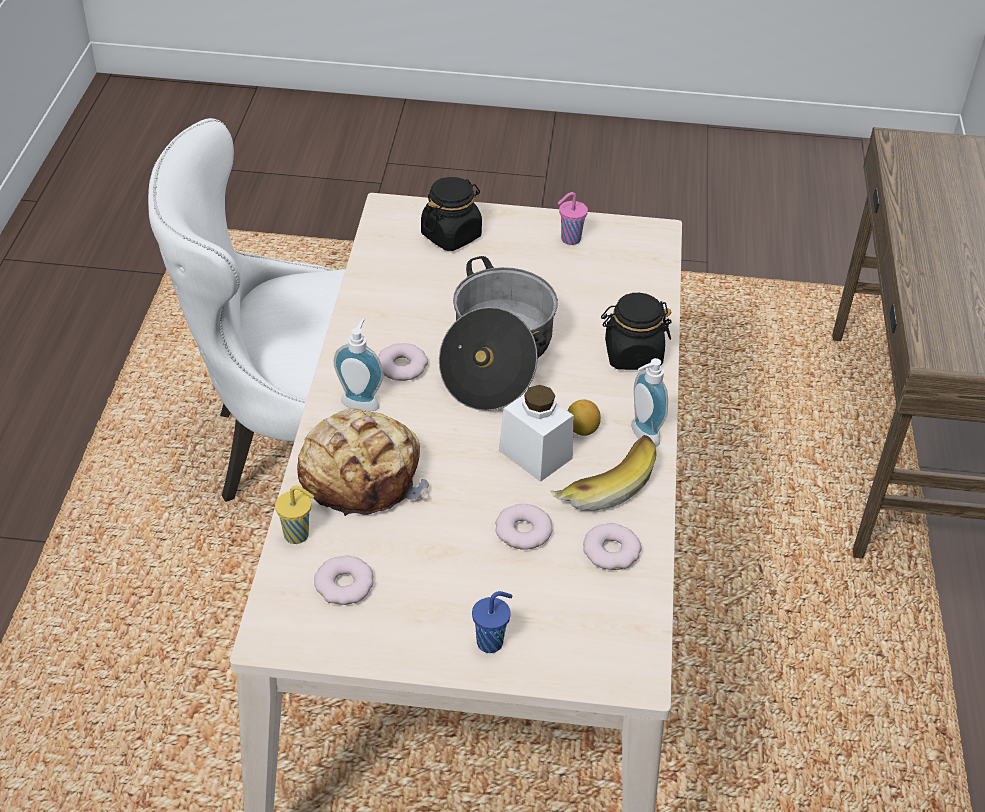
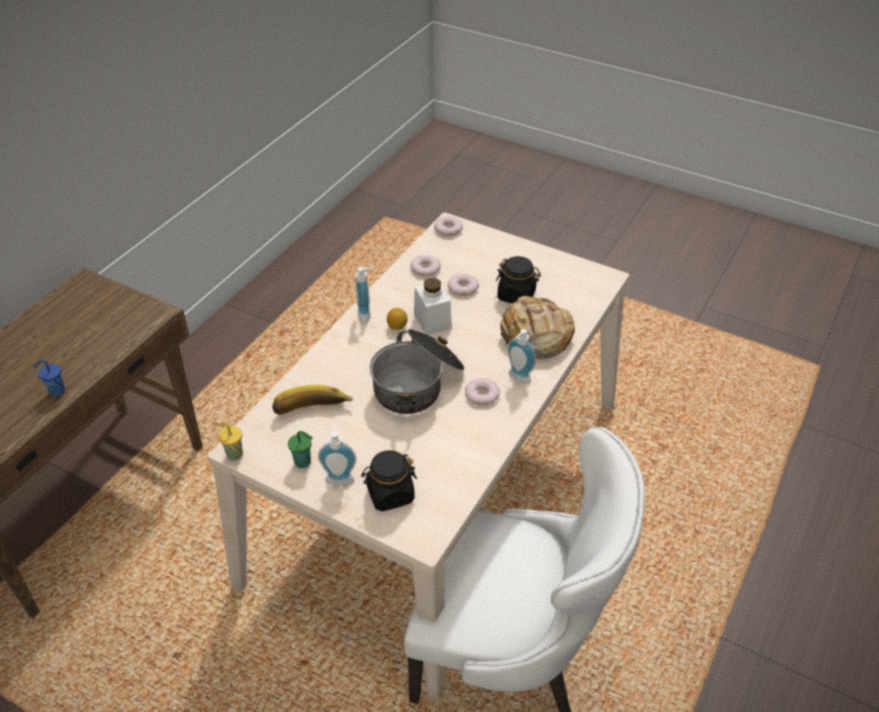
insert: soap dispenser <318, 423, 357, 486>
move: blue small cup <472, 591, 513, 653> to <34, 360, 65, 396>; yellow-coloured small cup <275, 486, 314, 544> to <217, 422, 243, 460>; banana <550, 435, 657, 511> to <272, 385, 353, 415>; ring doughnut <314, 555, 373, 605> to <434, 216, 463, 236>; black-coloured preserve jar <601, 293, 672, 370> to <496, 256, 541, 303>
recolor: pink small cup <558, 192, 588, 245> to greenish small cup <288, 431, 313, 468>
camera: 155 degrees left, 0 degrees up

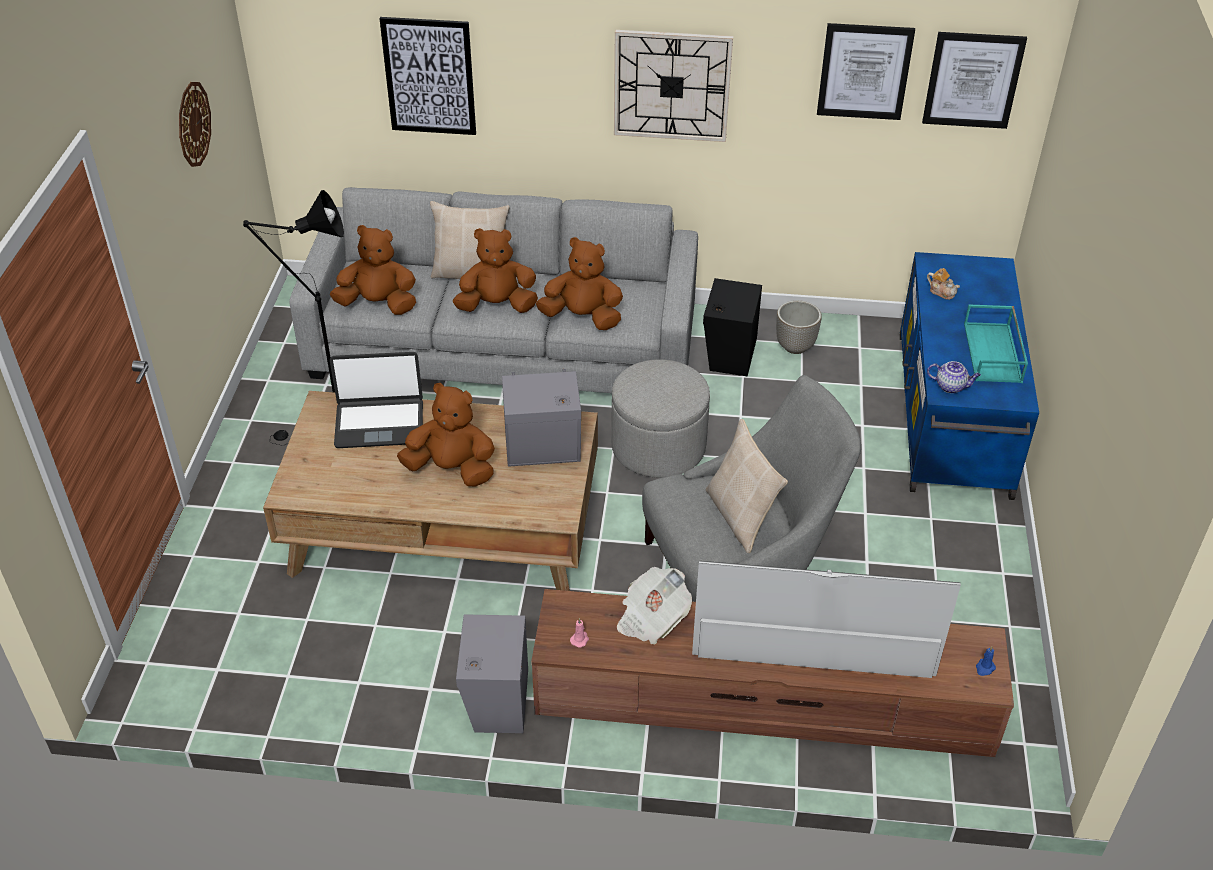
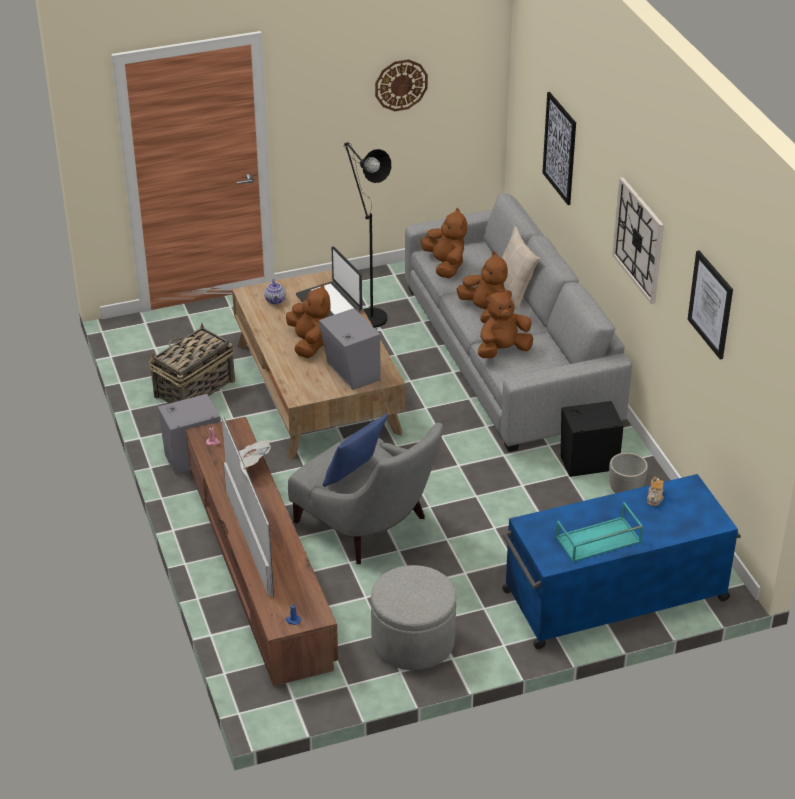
delete: wall picture <922, 32, 1027, 129>
insert: storage basket <149, 323, 235, 403>
move: tea pot <927, 361, 981, 393> to <264, 279, 286, 305>; grey ottoman <611, 359, 710, 478> to <371, 565, 456, 670>
recolor: sand-coloured cushion <706, 419, 788, 553> to blue cushion <323, 414, 388, 487>
rotate: brown soft toy <536, 237, 623, 330> = <478, 290, 533, 358> 105 degrees counterclockwise
camera: 65 degrees right, 5 degrees down

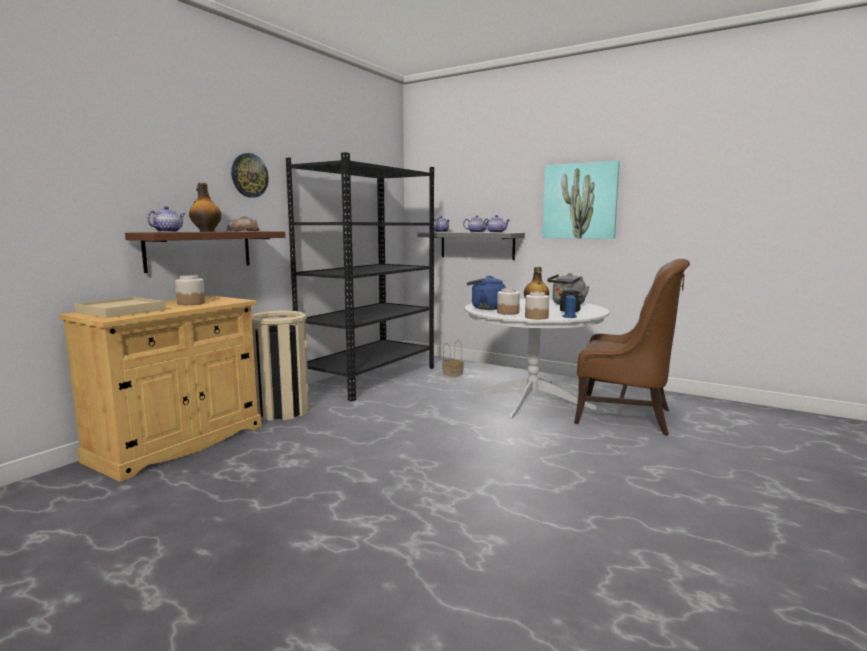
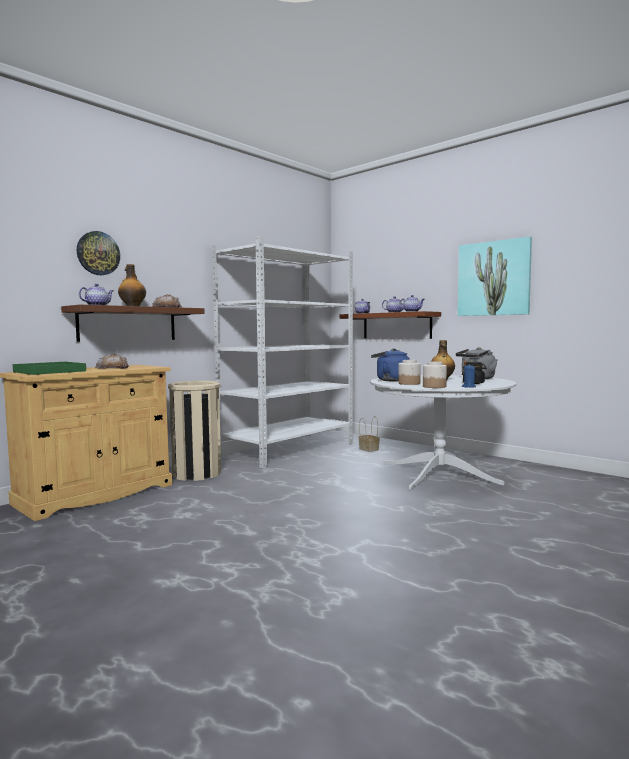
delete: brown upright chair <574, 259, 690, 436>
move: hanging clock <231, 153, 269, 198> to <77, 231, 120, 275>
replace: preserve jar <175, 275, 205, 305> to baked bread <95, 354, 129, 369>
recolor: sand-coloured serving tray <74, 297, 166, 318> to greenish serving tray <12, 362, 86, 375>; black-coloured bookcase <286, 152, 434, 401> to white-coloured bookcase <212, 236, 353, 468>; grey shelf <418, 232, 525, 260> to brown shelf <340, 311, 441, 339>
camera: 10 degrees right, 5 degrees down

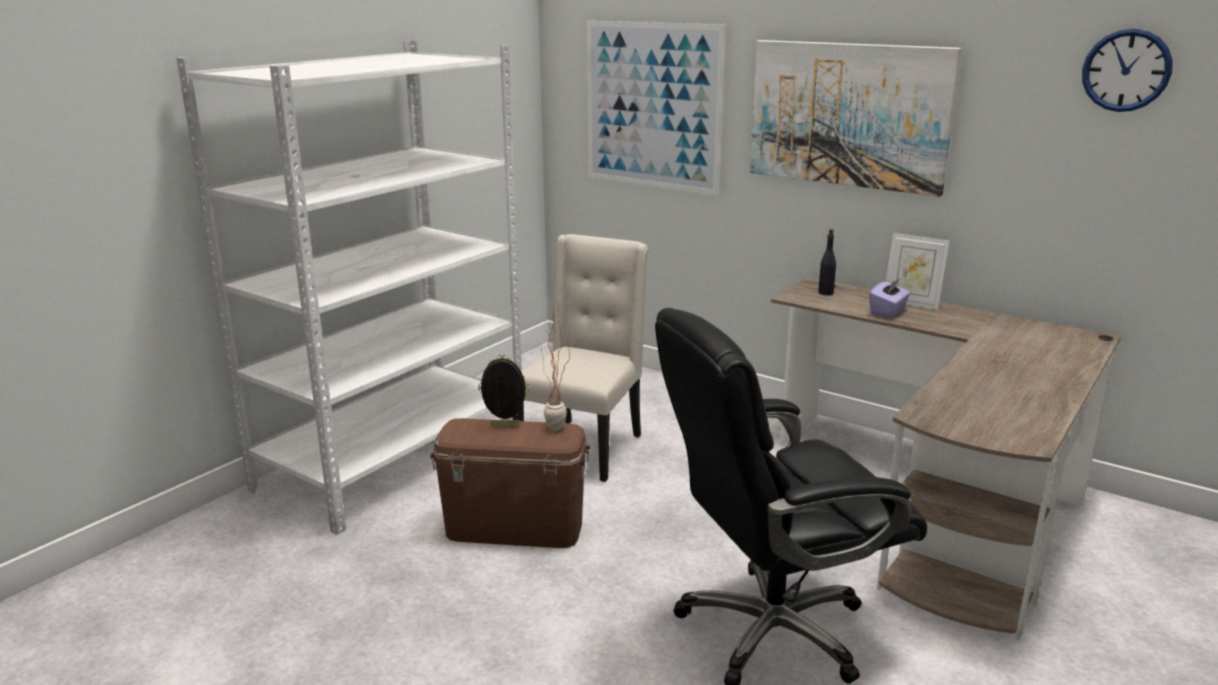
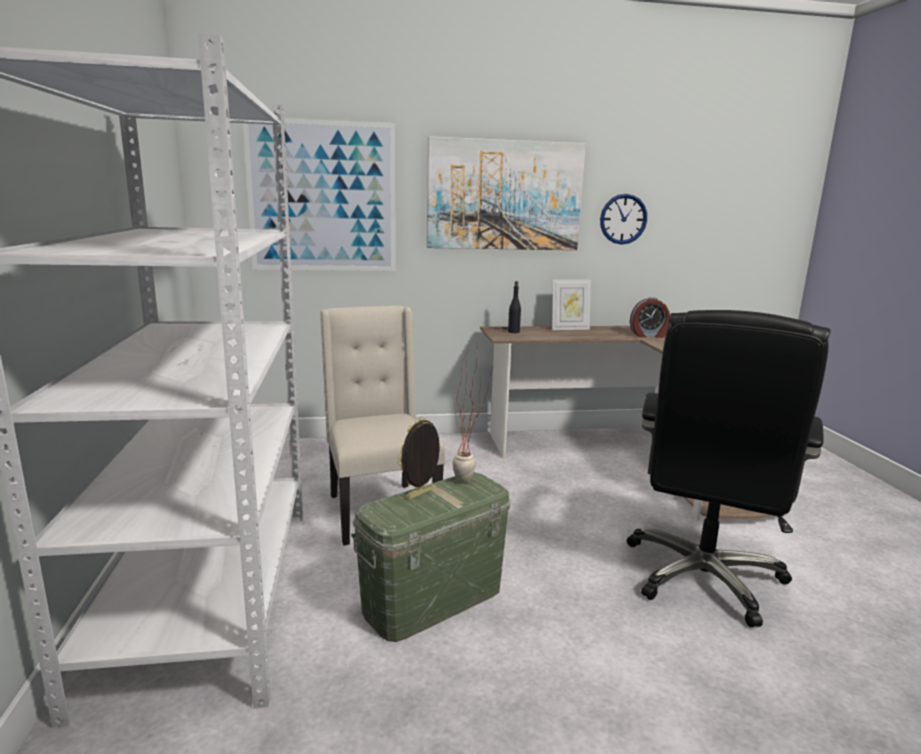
delete: purplish tissue holder <869, 278, 910, 318>
insert: bedside clock <630, 297, 670, 338>
move: hanging clock <1082, 29, 1173, 112> to <600, 194, 647, 245>
recolor: brown storage container <430, 418, 590, 548> to greenish storage container <351, 472, 510, 642>
camera: 45 degrees left, 5 degrees down

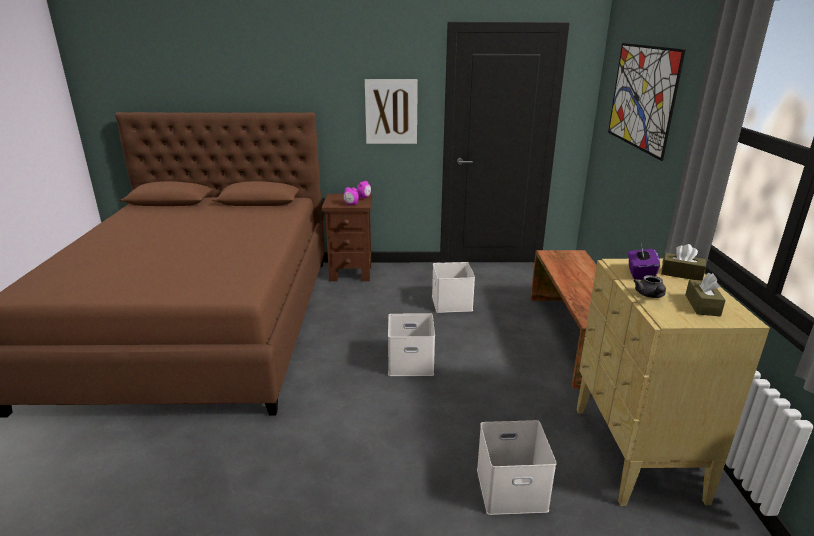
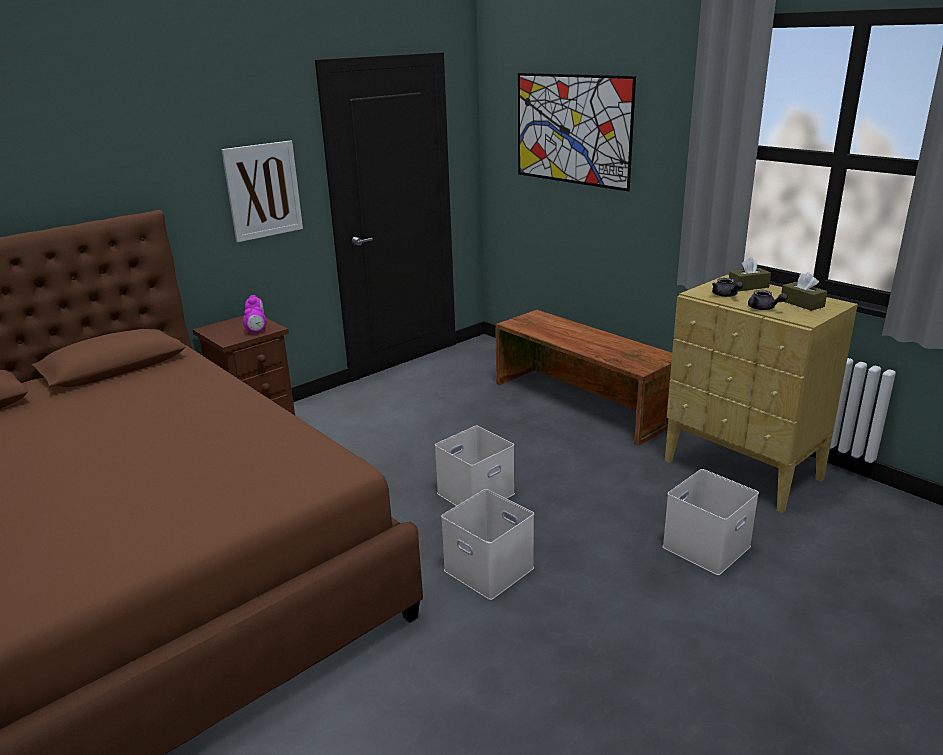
move: white-coloured storage container <432, 262, 475, 313> to <441, 489, 534, 600>
replace: purplish tissue holder <628, 245, 660, 280> to grey tea pot <712, 278, 743, 297>
camera: 40 degrees left, 0 degrees up

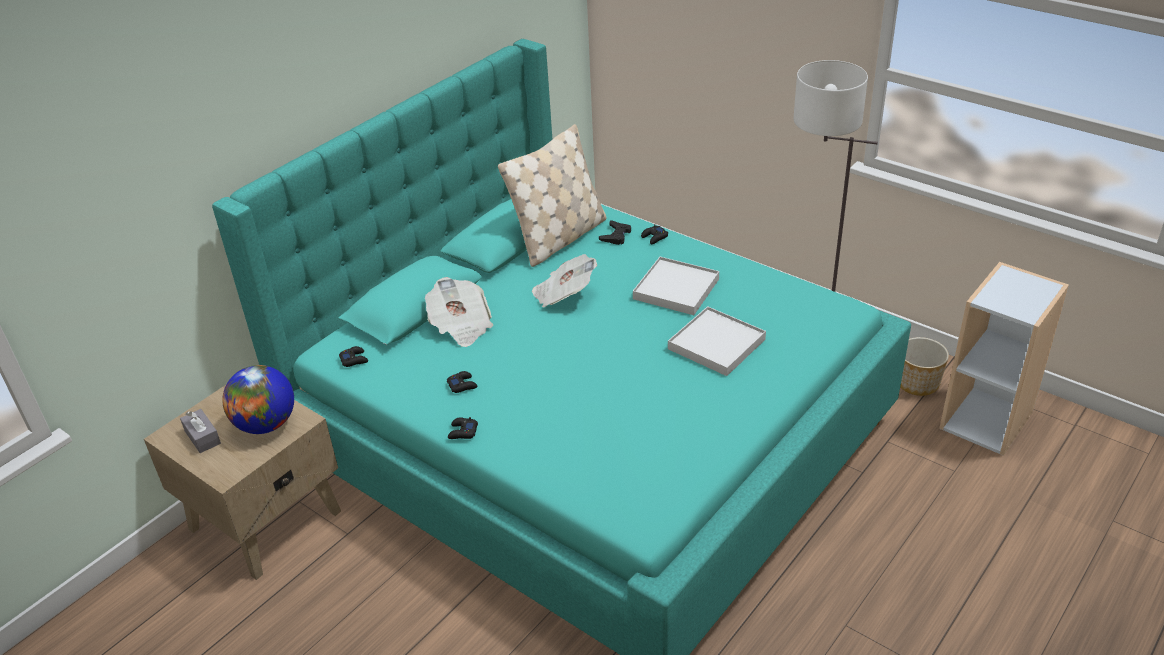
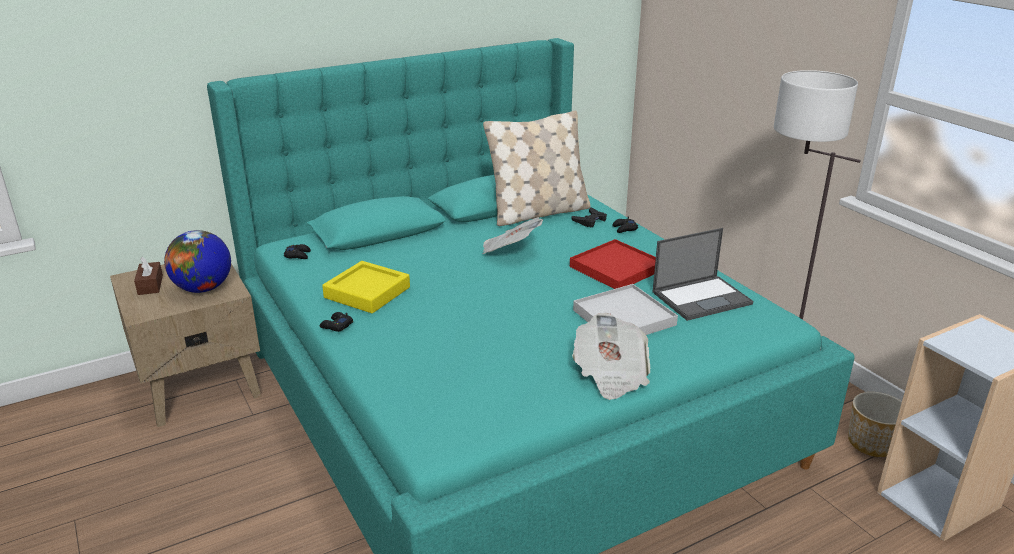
insert: portable computer <652, 228, 753, 321>
move: printed paper <425, 277, 493, 347> to <572, 313, 650, 400>
replace: black-coloured game controller <447, 371, 478, 393> to yellow-coloured serving tray <322, 261, 410, 313>
recolor: grey tissue holder <180, 409, 221, 453> to brown tissue holder <134, 257, 163, 295>; white-coloured serving tray <633, 257, 719, 315> to red-coloured serving tray <570, 239, 656, 289>
camera: 20 degrees right, 10 degrees down

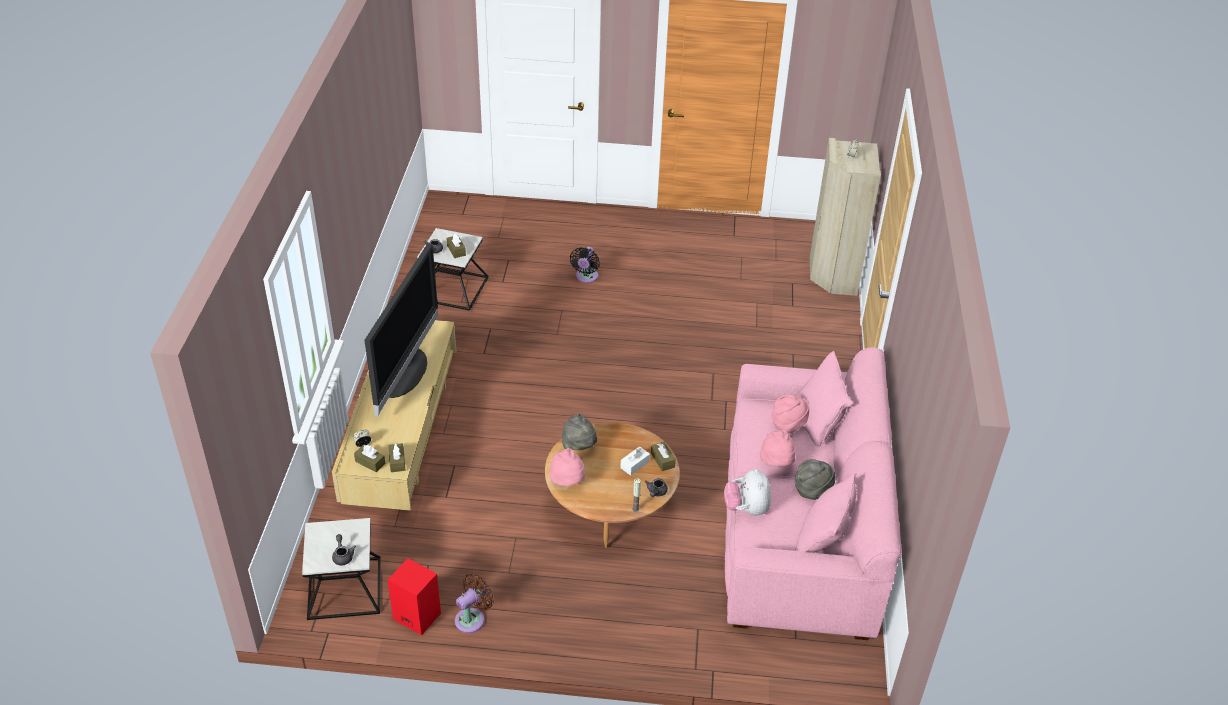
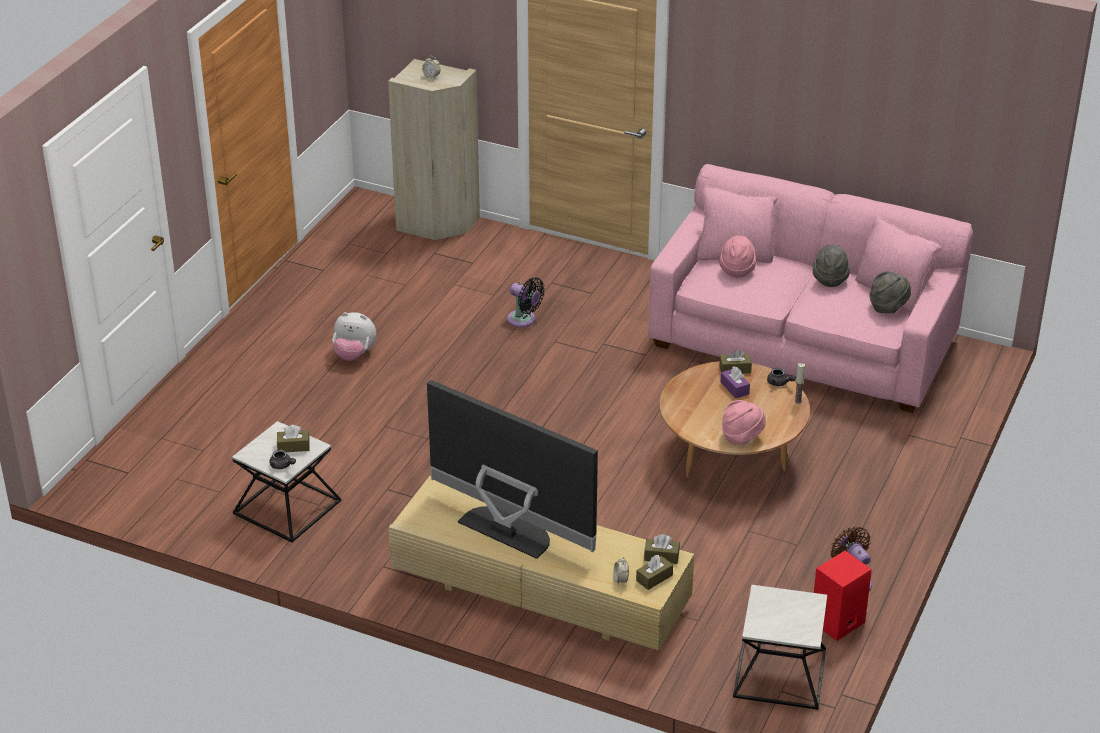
delete: grey tea pot <332, 534, 356, 565>; pink hat <760, 430, 796, 466>
move: soft toy <724, 469, 771, 515> to <332, 312, 376, 361>; black-coloured fan <570, 247, 600, 283> to <507, 278, 545, 327>; grey hat <562, 414, 597, 450> to <869, 271, 911, 313>
recolor: white-coloured tissue holder <620, 446, 650, 476> to purplish tissue holder <720, 366, 750, 398>
camera: 70 degrees left, 5 degrees down

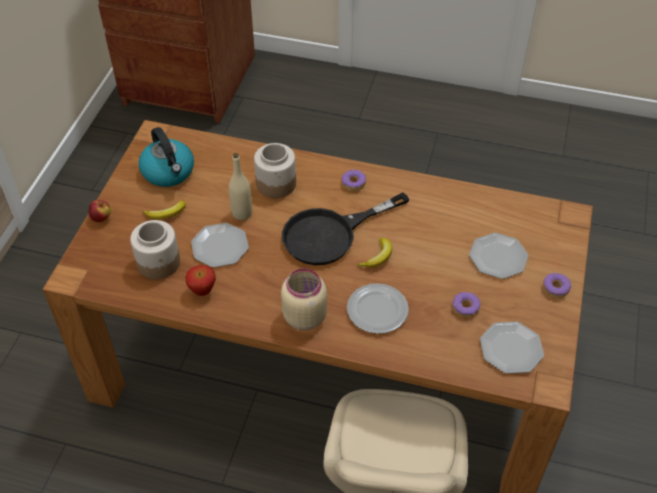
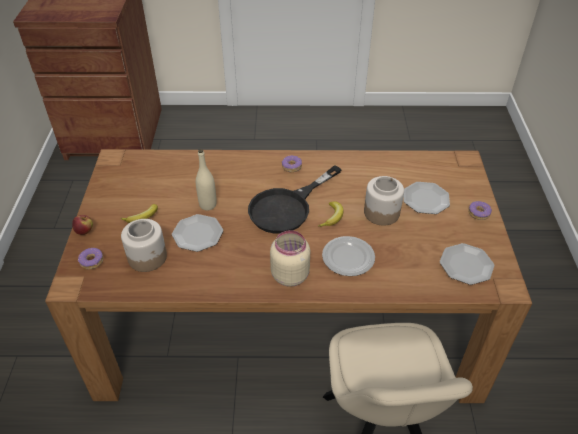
delete: water kettle <139, 127, 194, 187>; apple <186, 265, 216, 296>
move: ring doughnut <452, 292, 480, 318> to <78, 248, 104, 270>; preserve jar <254, 143, 296, 198> to <364, 176, 404, 226>
camera: 15 degrees left, 5 degrees down

